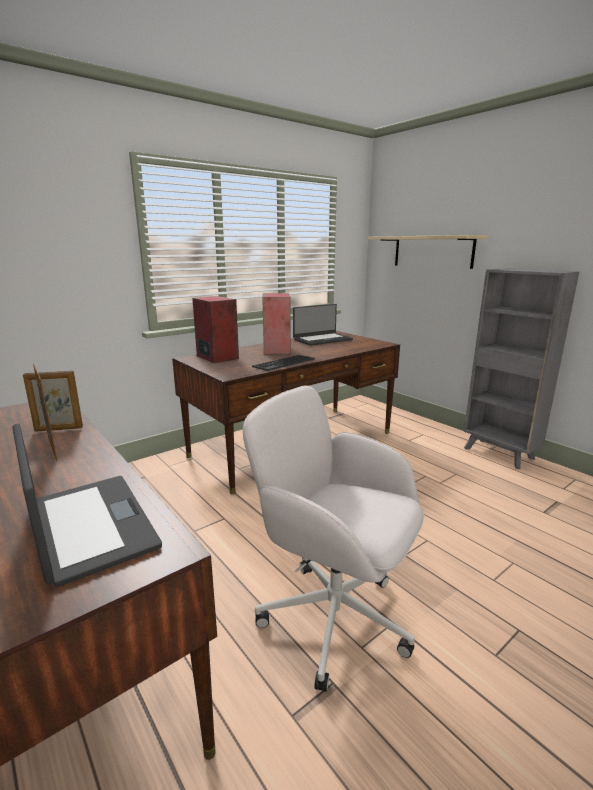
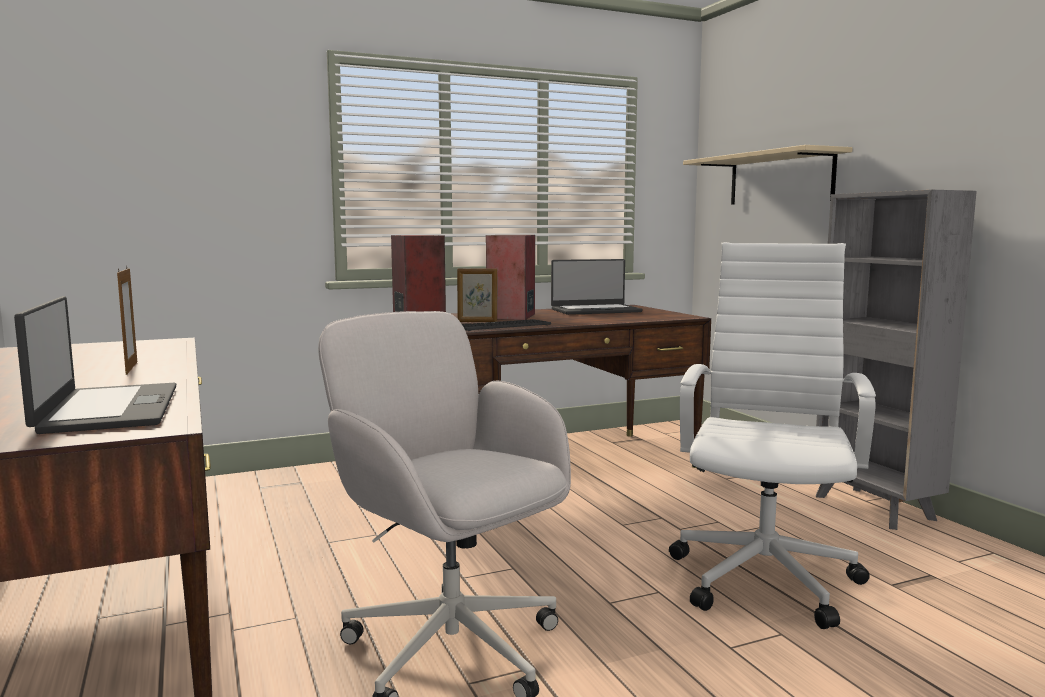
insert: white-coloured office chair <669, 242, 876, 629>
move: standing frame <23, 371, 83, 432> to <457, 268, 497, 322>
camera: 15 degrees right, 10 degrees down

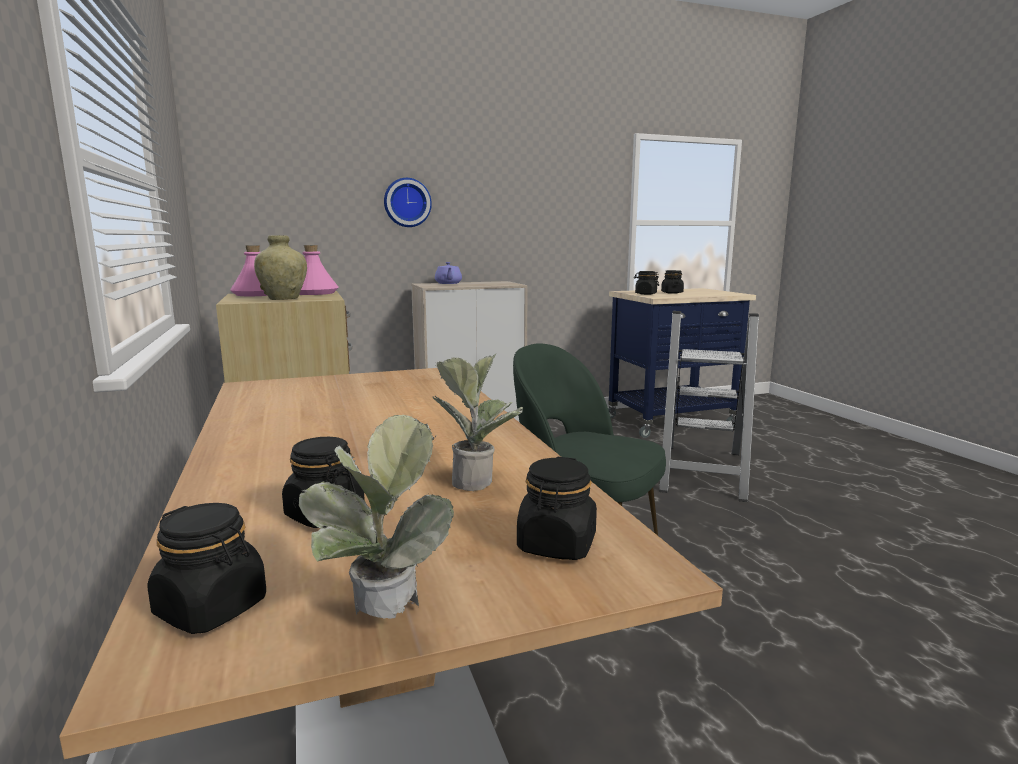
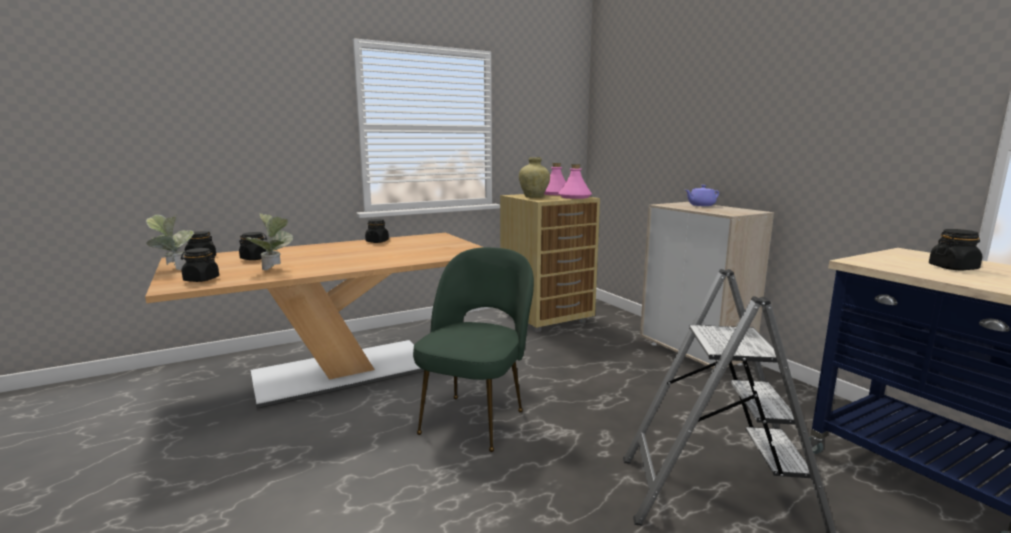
delete: hanging clock <384, 178, 432, 227>
move: black-coloured preserve jar <634, 271, 659, 295> to <365, 219, 389, 243>
camera: 80 degrees right, 0 degrees up

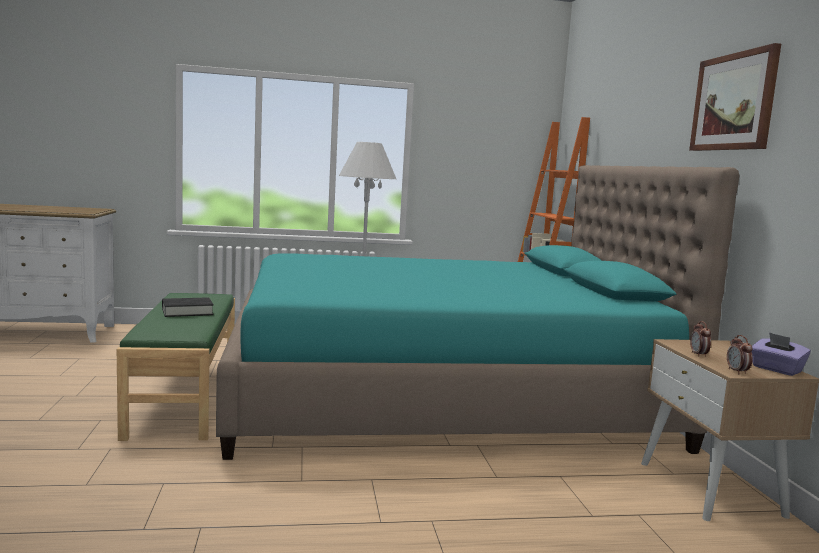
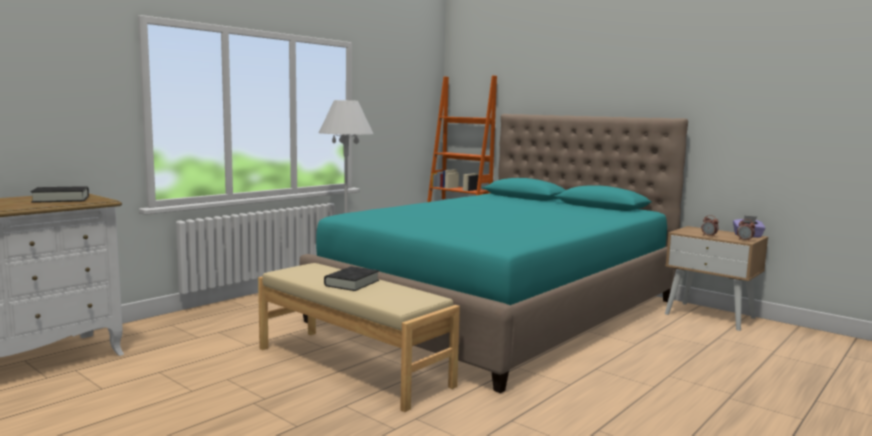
delete: wall picture <689, 43, 781, 151>
insert: black-coloured book <31, 186, 89, 203>
recolor: greenish indoor bench <117, 293, 235, 441> to sand-coloured indoor bench <258, 263, 460, 412>
camera: 40 degrees left, 0 degrees up

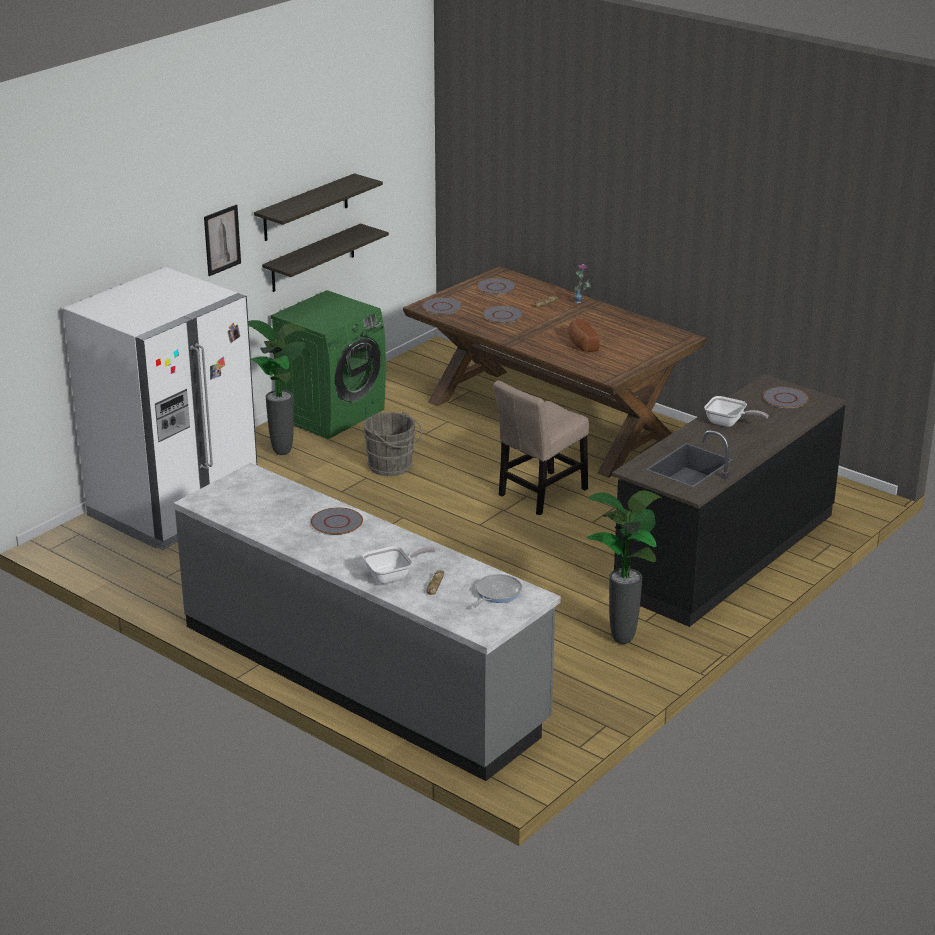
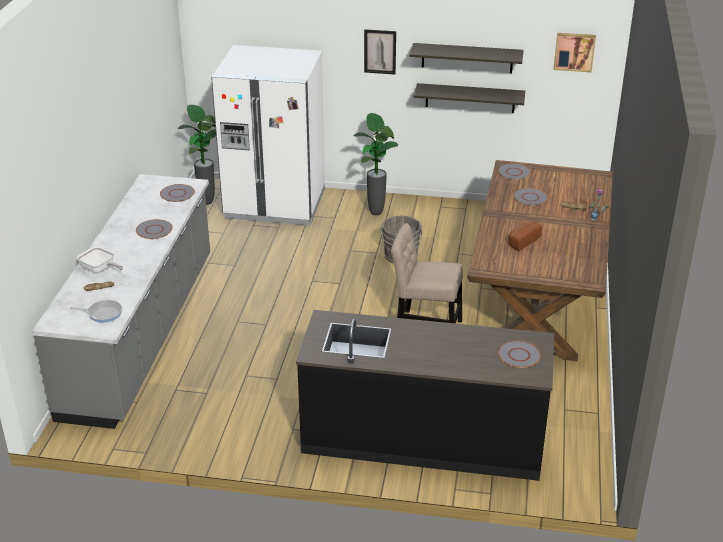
delete: greenish washing machine <271, 290, 386, 439>; frying pan <704, 396, 769, 427>
insert: wall picture <554, 33, 596, 72>
move: grey dinner plate <476, 278, 516, 295> to <160, 184, 195, 202>; houseplant <587, 490, 662, 644> to <178, 105, 216, 205>
camera: 60 degrees right, 5 degrees up

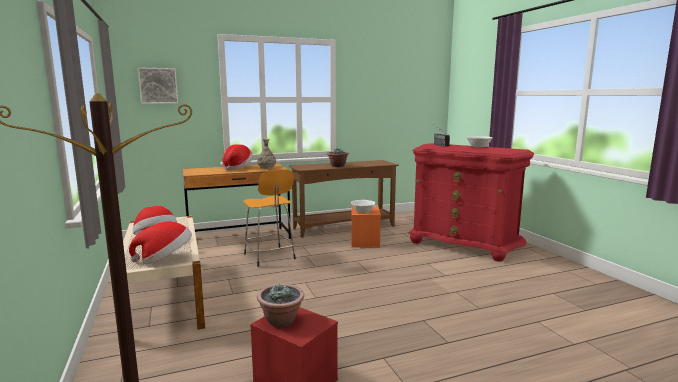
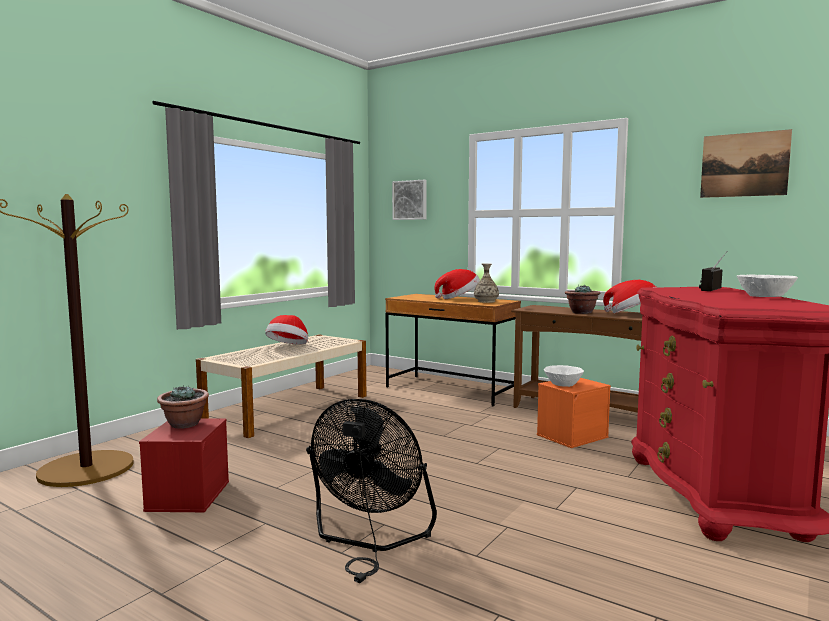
delete: orange stool seat <244, 169, 296, 267>
insert: black-coloured fan <306, 399, 437, 583>; wall picture <700, 129, 792, 198>
move: hat <129, 222, 192, 264> to <603, 280, 656, 314>
camera: 55 degrees right, 5 degrees down

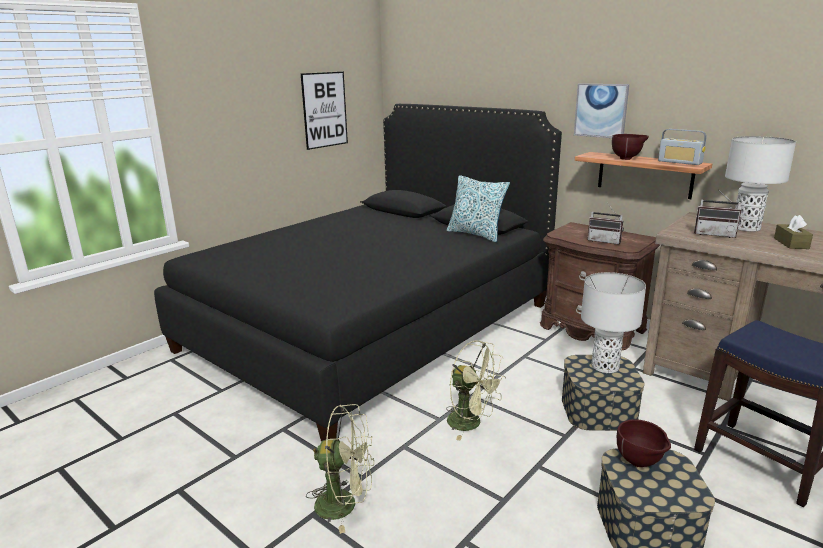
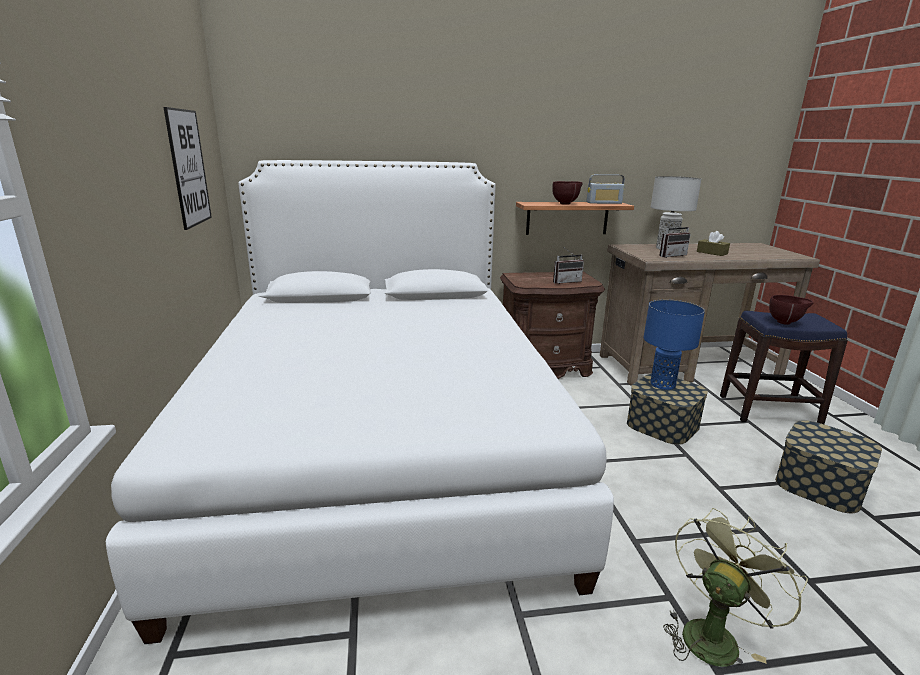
delete: greenish fan <446, 340, 506, 441>; cushion <447, 175, 510, 242>; wall picture <574, 83, 629, 138>
move: brown serving bowl <617, 419, 671, 467> to <769, 295, 814, 325>
recolor: black-coloured bed <154, 104, 562, 441> to white-coloured bed <106, 160, 614, 644>; white-coloured lamp for a table <581, 272, 646, 373> to blue lamp for a table <643, 299, 705, 390>
camera: 50 degrees left, 0 degrees up

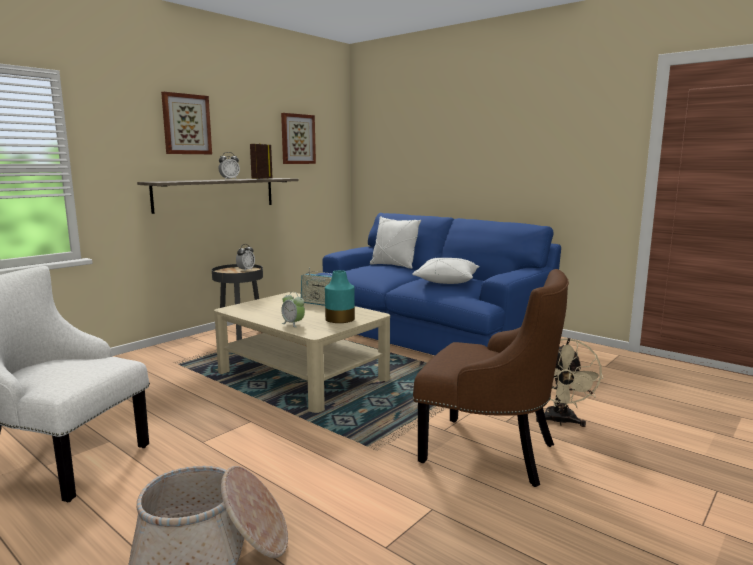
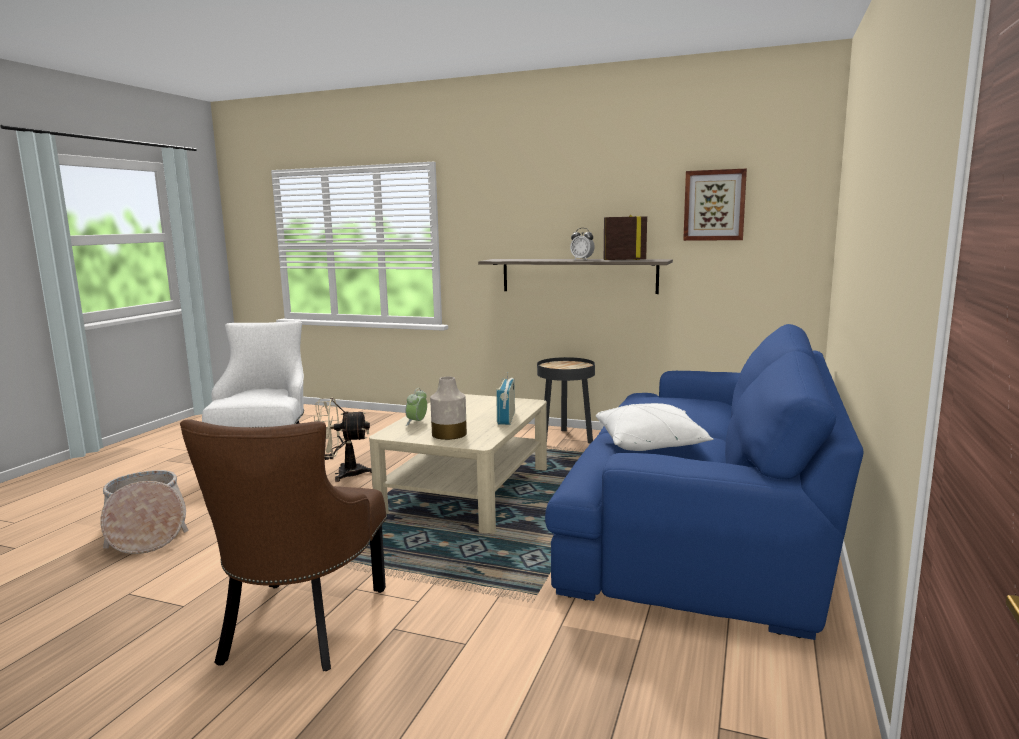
delete: wall picture <161, 92, 212, 154>; bedside clock <236, 244, 255, 270>; white-coloured cushion <370, 216, 421, 269>
move: sand-coloured fan <536, 338, 603, 427> to <314, 397, 372, 482>
recolor: turquoise flower vase <325, 270, 355, 323> to sand-coloured flower vase <430, 377, 467, 440>
camera: 70 degrees right, 0 degrees up

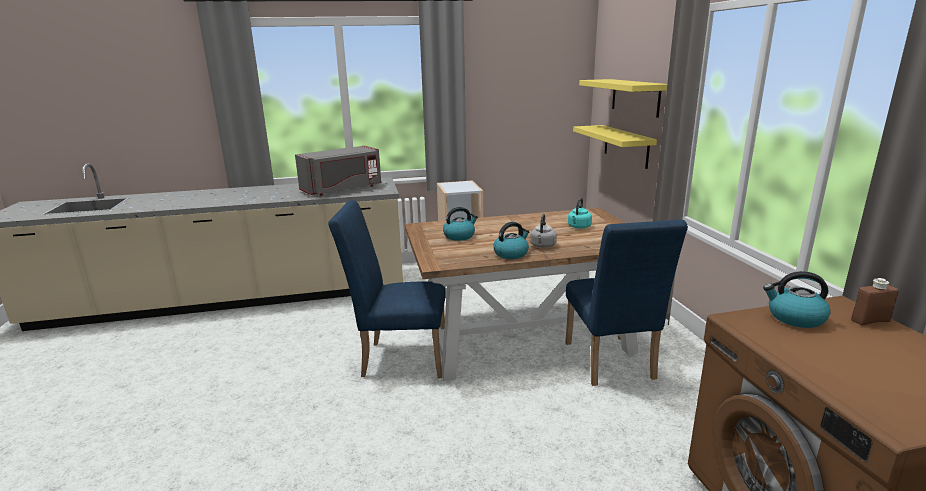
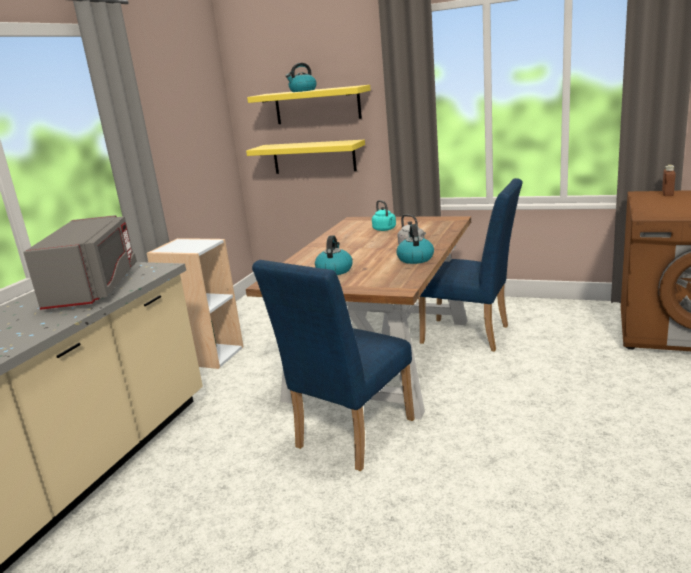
move: water kettle <763, 271, 831, 328> to <286, 63, 317, 92>
camera: 55 degrees left, 0 degrees up

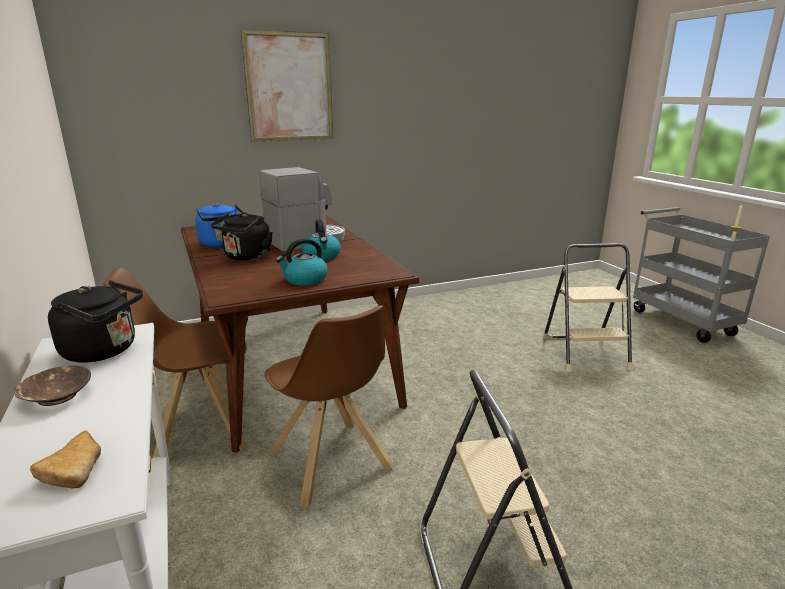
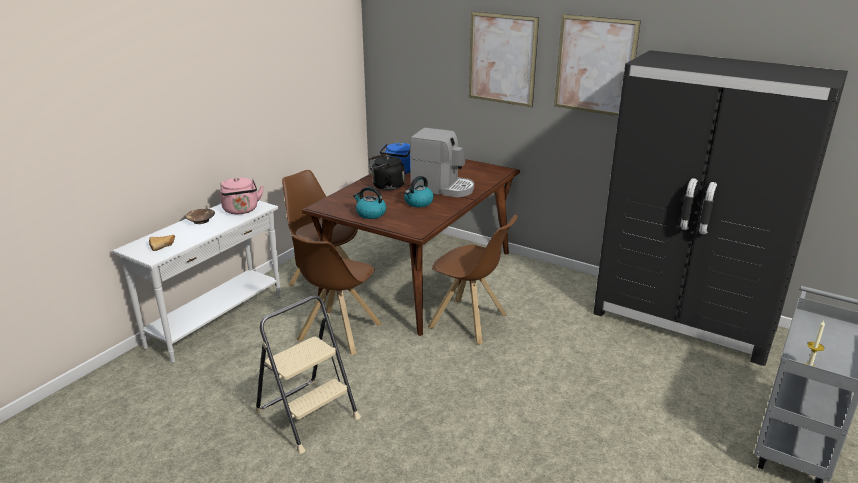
delete: sand-coloured step ladder <543, 243, 634, 372>
insert: brown upright chair <428, 214, 518, 344>; wall picture <554, 14, 641, 116>; black-coloured storage cabinet <593, 50, 848, 366>
recolor: black-coloured water kettle <48, 280, 143, 363> to pink water kettle <220, 177, 264, 214>
camera: 55 degrees right, 5 degrees up

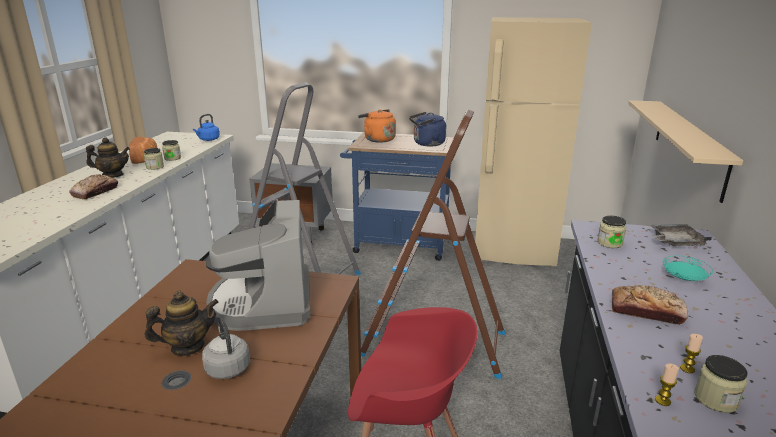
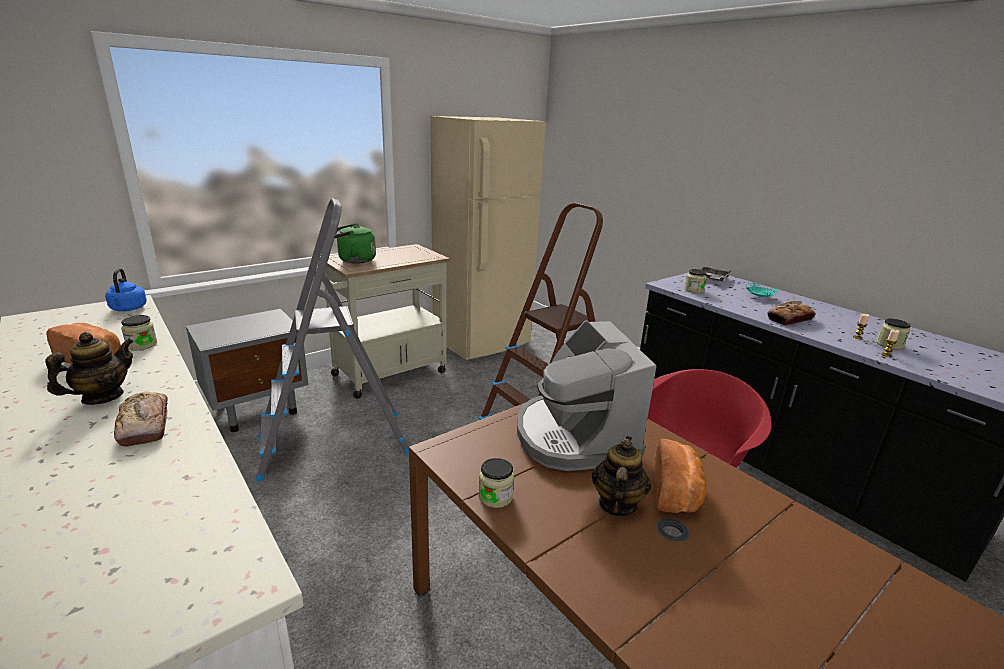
delete: blue water kettle <409, 112, 446, 146>; sand-coloured shelf <628, 100, 743, 203>
move: preserve jar <144, 148, 164, 170> to <479, 458, 514, 508>
replace: grey water kettle <202, 318, 250, 379> to baked bread <654, 439, 707, 513>
recolor: blue trolley <340, 133, 454, 261> to sand-coloured trolley <316, 244, 450, 399>; orange water kettle <358, 109, 396, 143> to greenish water kettle <334, 224, 376, 264>
rotate: coffee brewer <206, 199, 310, 331> = <517, 320, 657, 471> 45 degrees clockwise
camera: 50 degrees left, 0 degrees up

